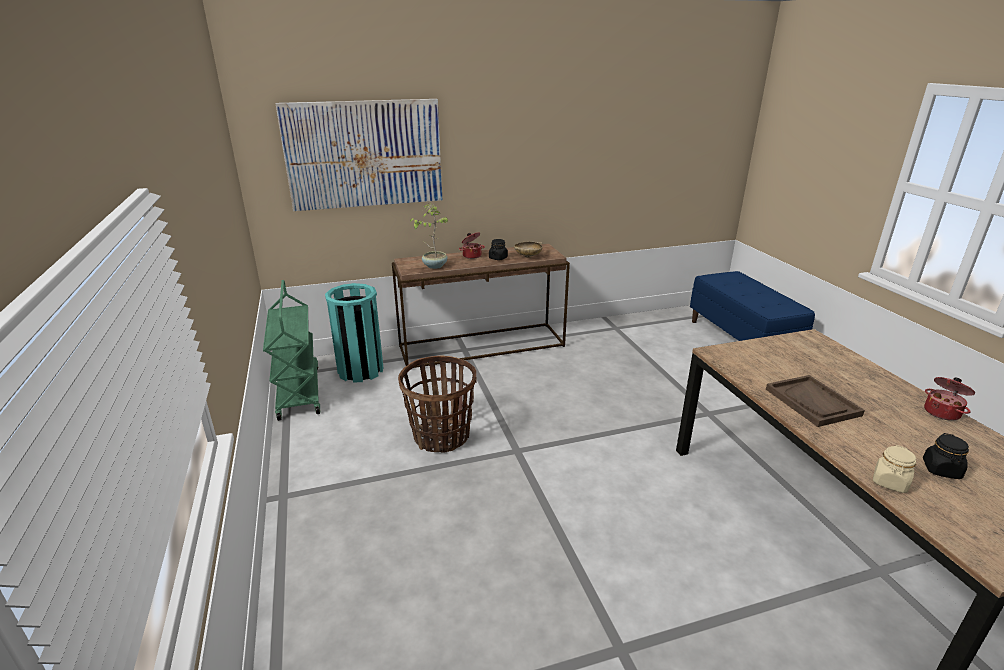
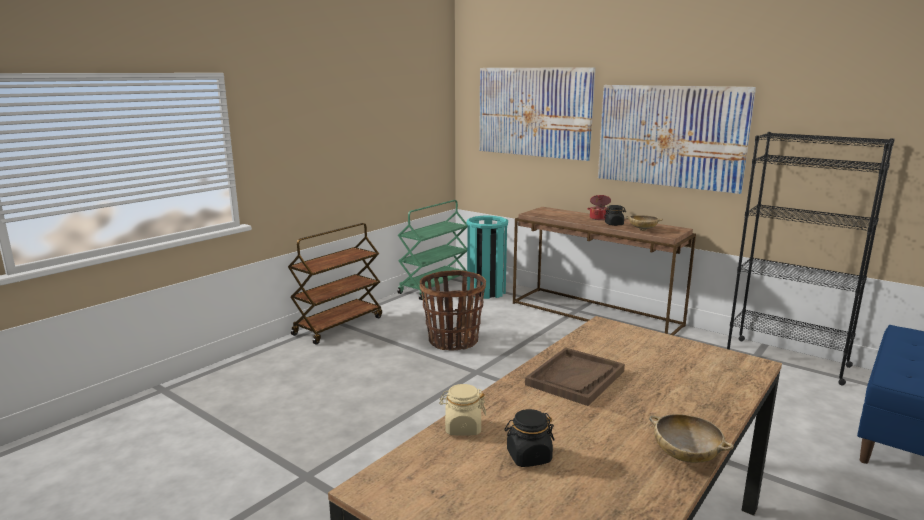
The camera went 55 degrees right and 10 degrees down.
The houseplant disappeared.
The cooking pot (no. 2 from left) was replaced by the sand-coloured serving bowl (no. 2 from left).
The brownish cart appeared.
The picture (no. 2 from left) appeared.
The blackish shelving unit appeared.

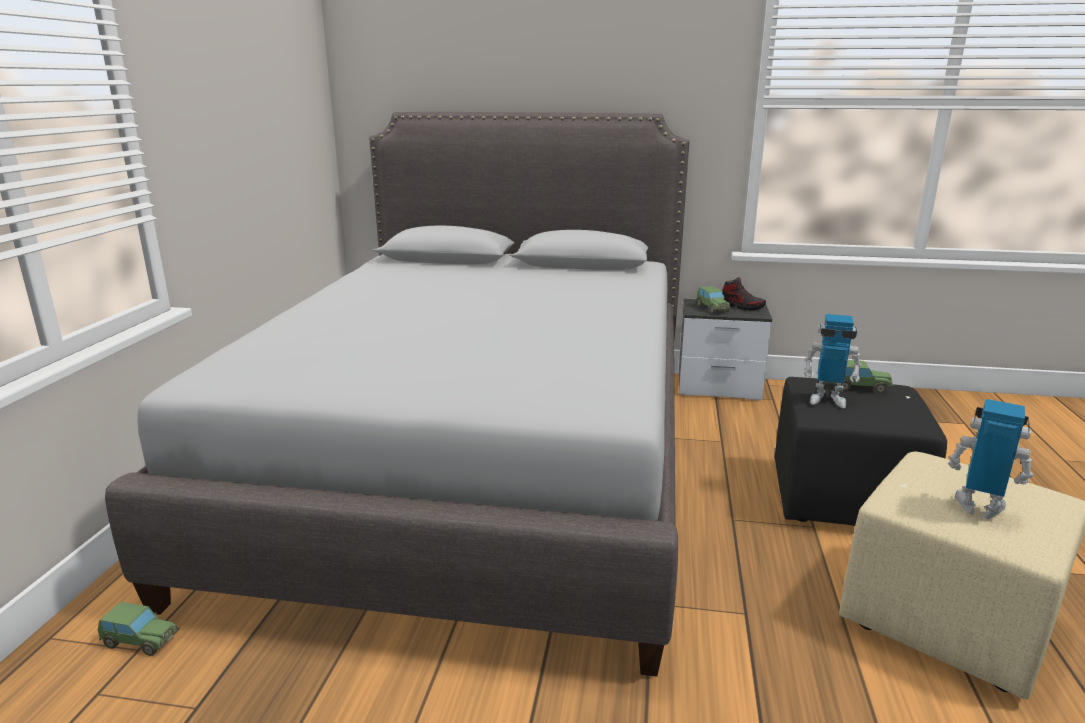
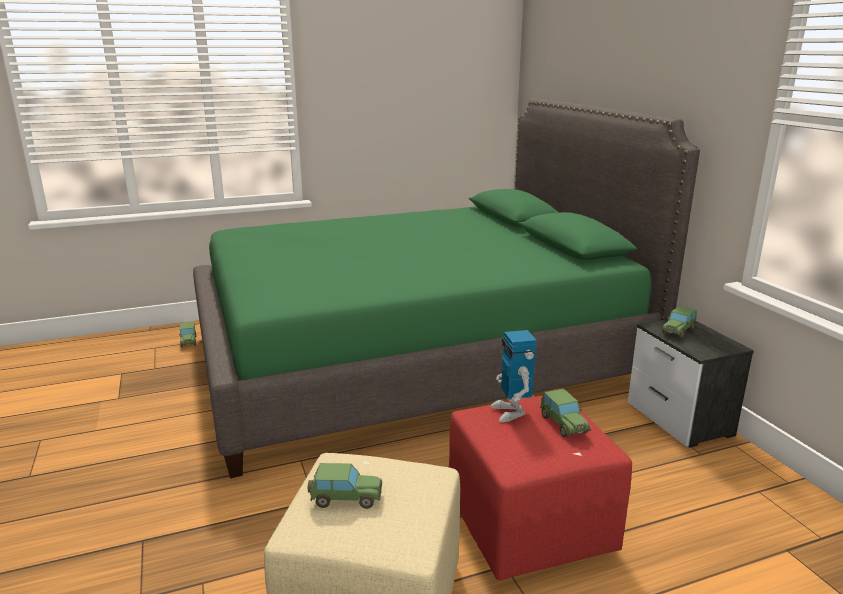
The camera went 60 degrees right and 0 degrees up.
The greyish bed became the greenish bed.
The item of footwear disappeared.
The blackish ottoman became the red ottoman.
The toy robot (no. 2 from left) was replaced by the toy car (no. 2 from left).

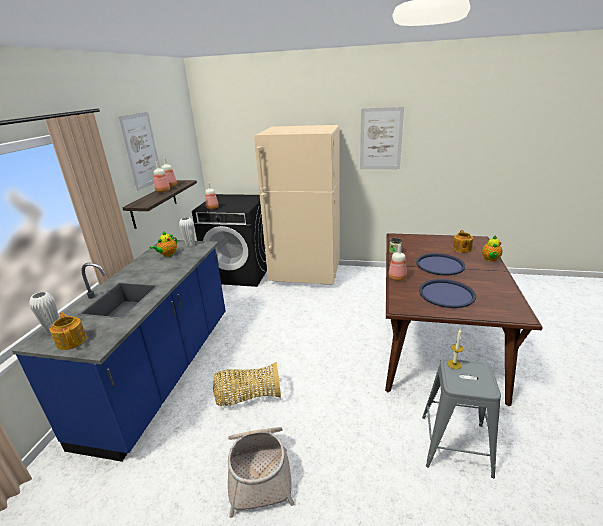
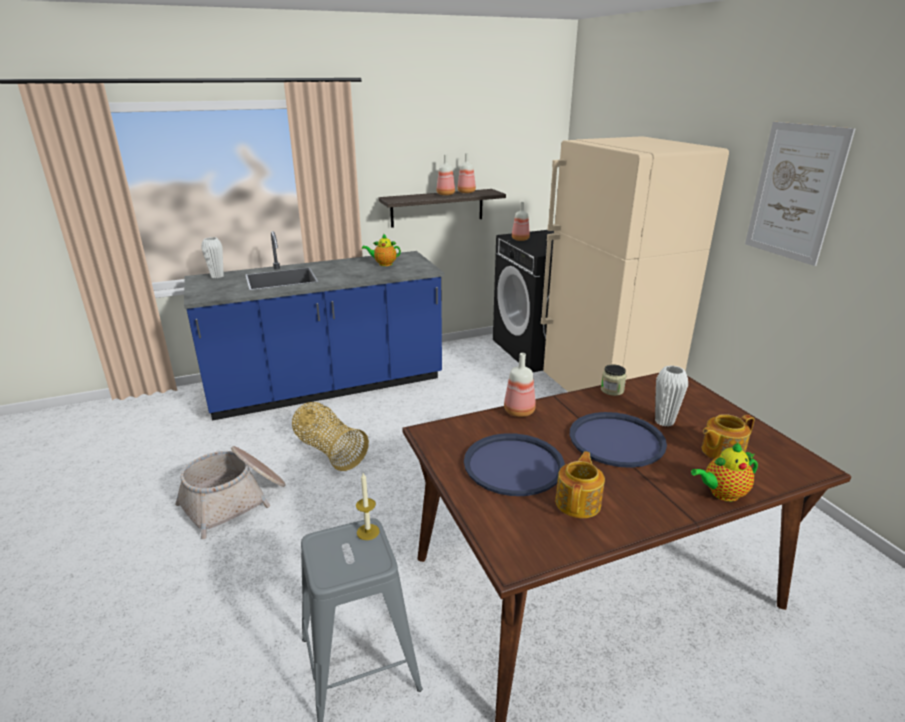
The camera went 55 degrees right and 0 degrees up.
The tea pot (no. 1 from left in the first image) moved.
The picture (no. 1 from left) disappeared.
The whitish vase (no. 2 from left) moved.

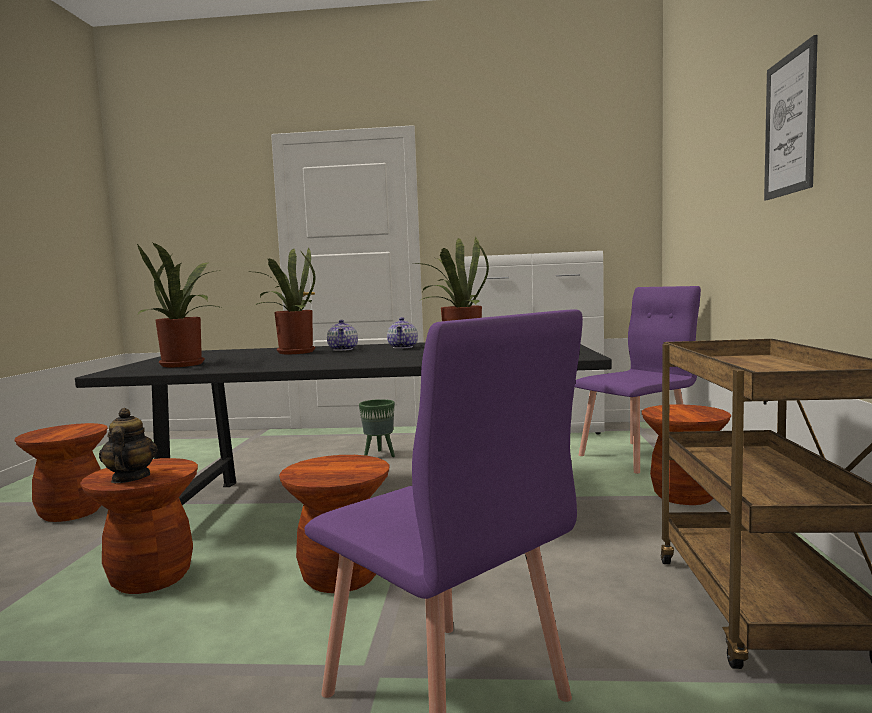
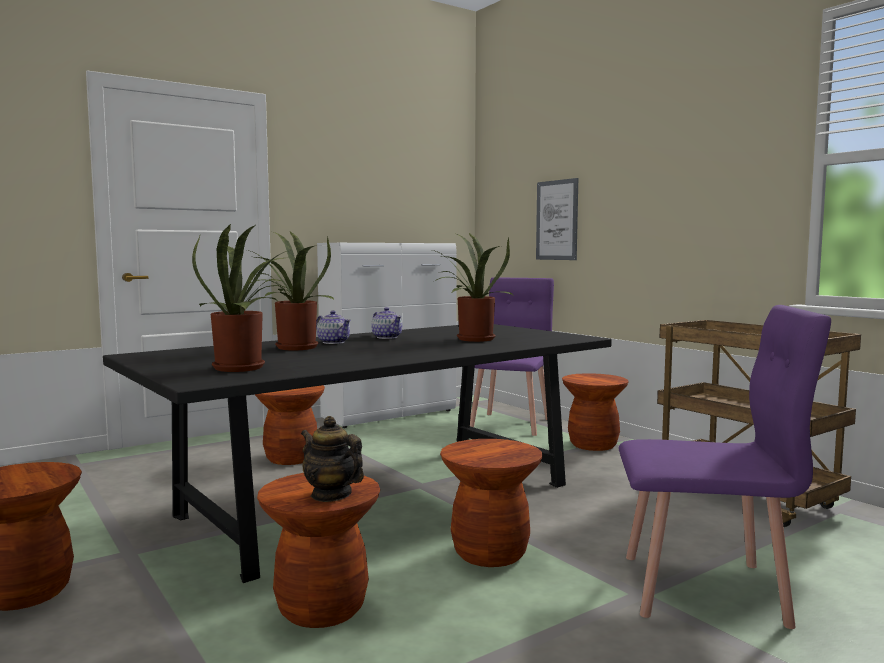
The camera went 40 degrees left and 0 degrees up.
The greenish planter was replaced by the brownish stool (no. 2 from left).
The picture moved.

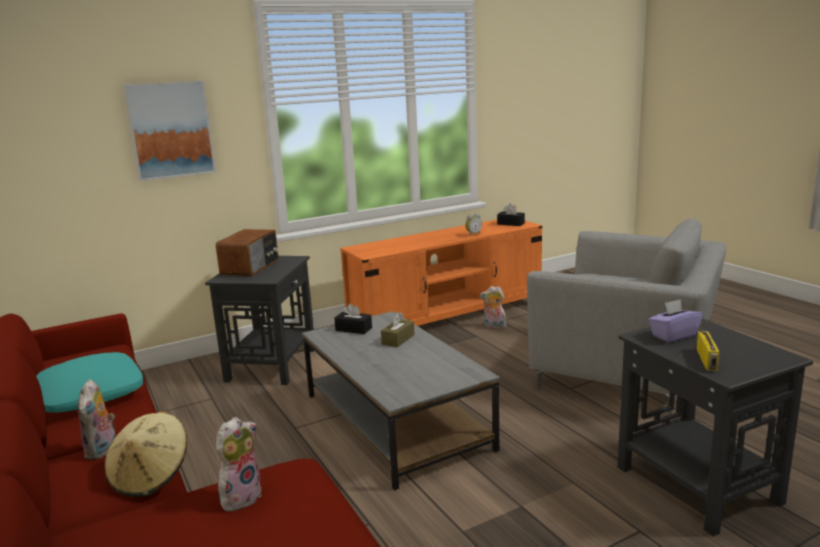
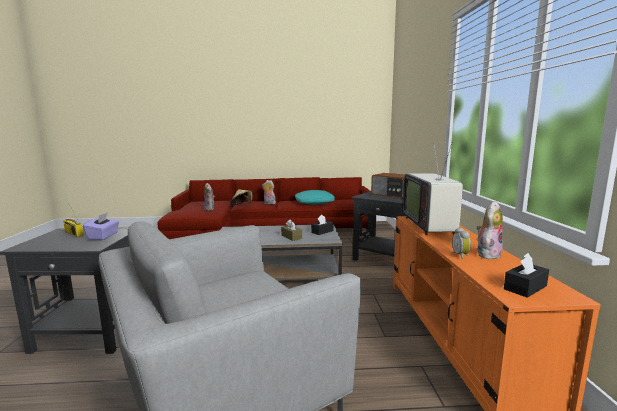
The camera went 115 degrees right and 5 degrees down.
The picture disappeared.
The soft toy (no. 3 from left) moved.
The television appeared.

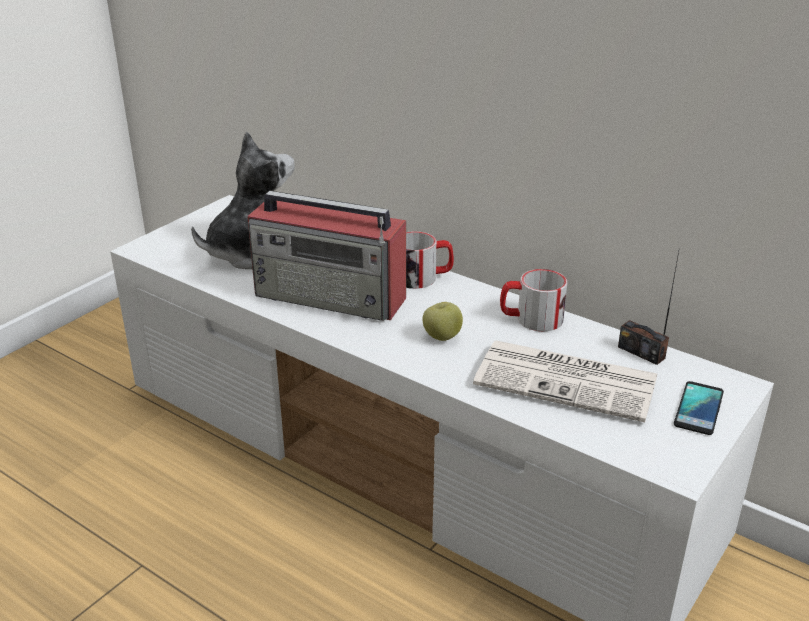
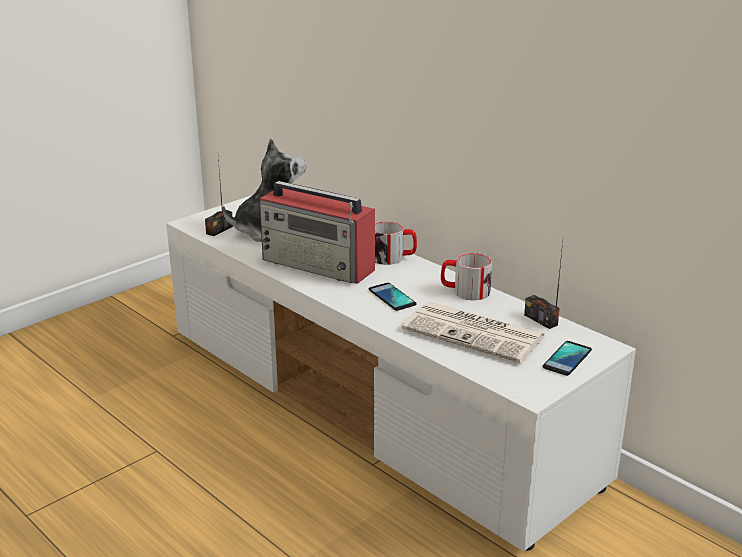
The camera went 10 degrees right and 5 degrees down.
The apple was replaced by the handset (no. 1 from left).
The radio set (no. 1 from left) appeared.

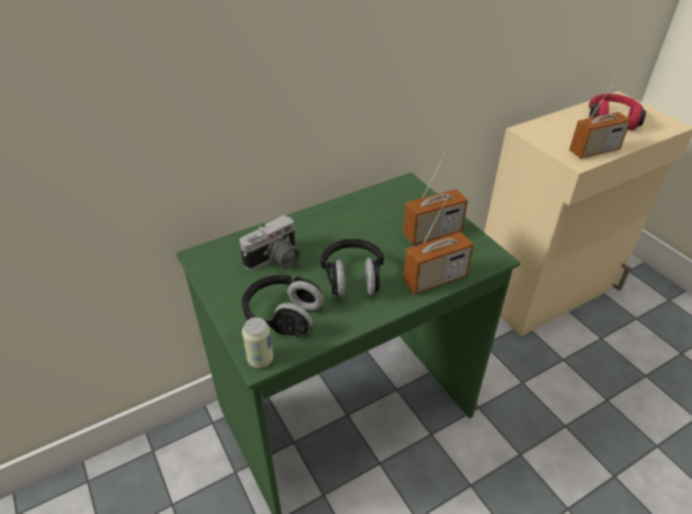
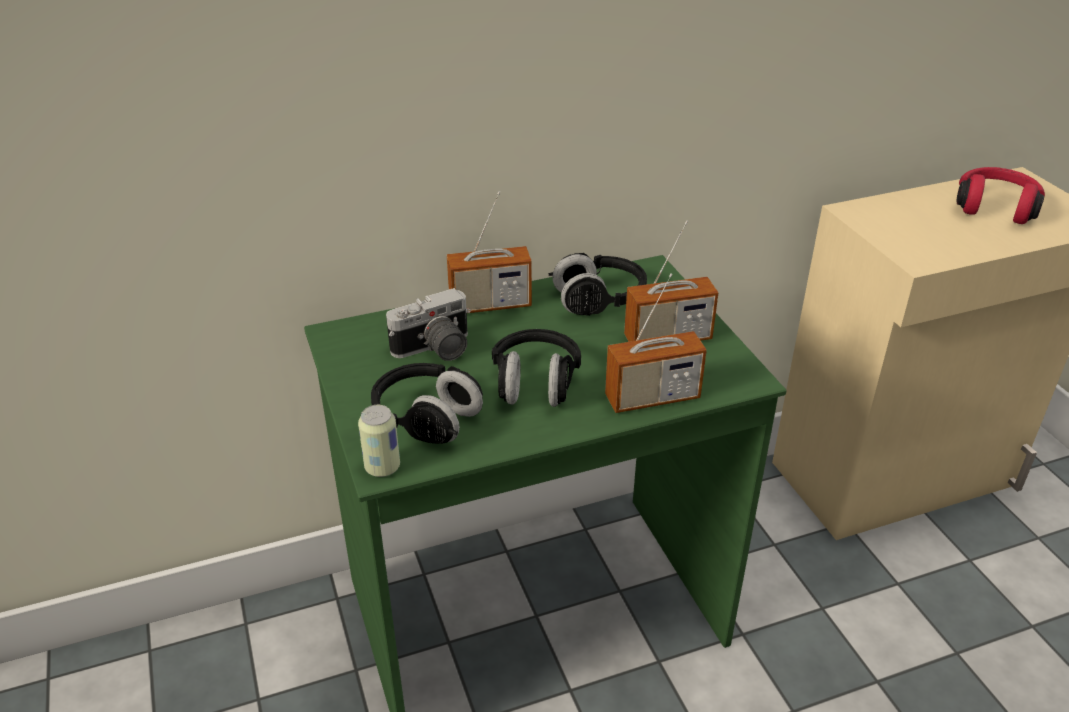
The camera went 10 degrees right and 5 degrees down.
The radio set (no. 3 from left in the first image) moved.
The blackish pair of headphones (no. 3 from left) appeared.

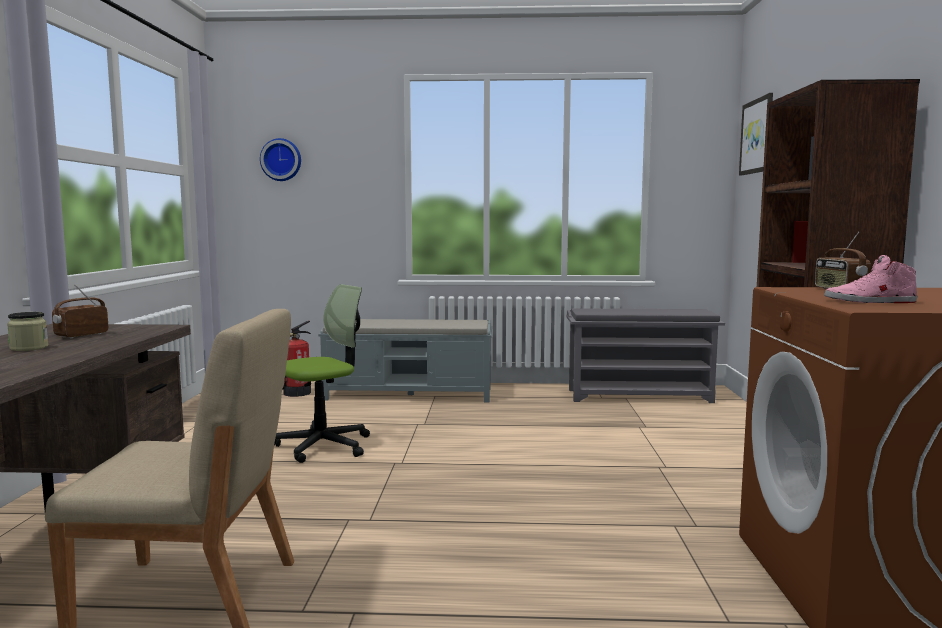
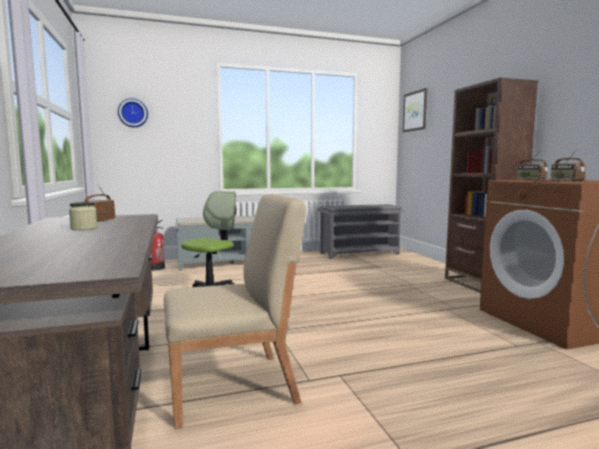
The camera went 20 degrees left and 0 degrees up.
The pink item of footwear was replaced by the radio set (no. 3 from left).

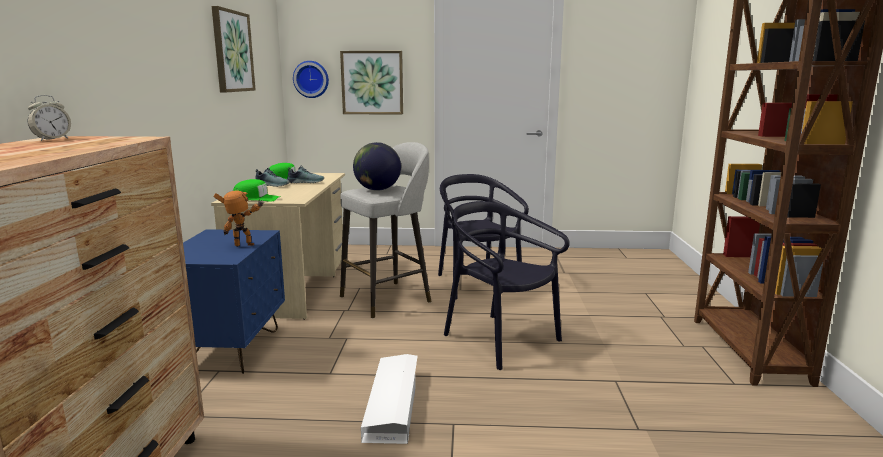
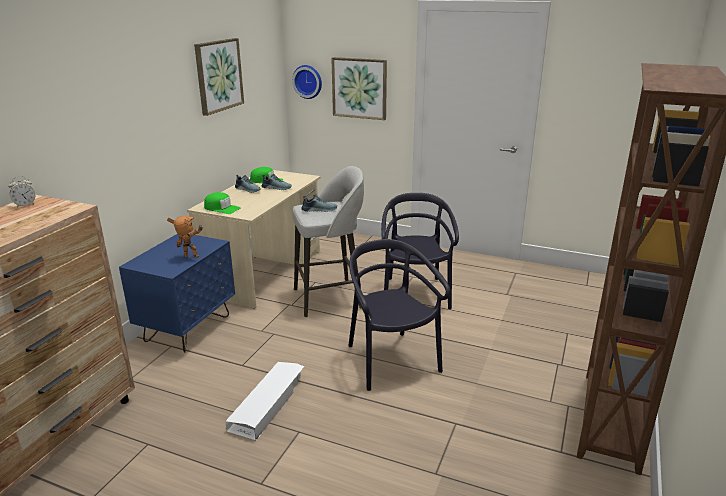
The camera went 20 degrees right and 10 degrees up.
The globe was replaced by the item of footwear (no. 3 from left).

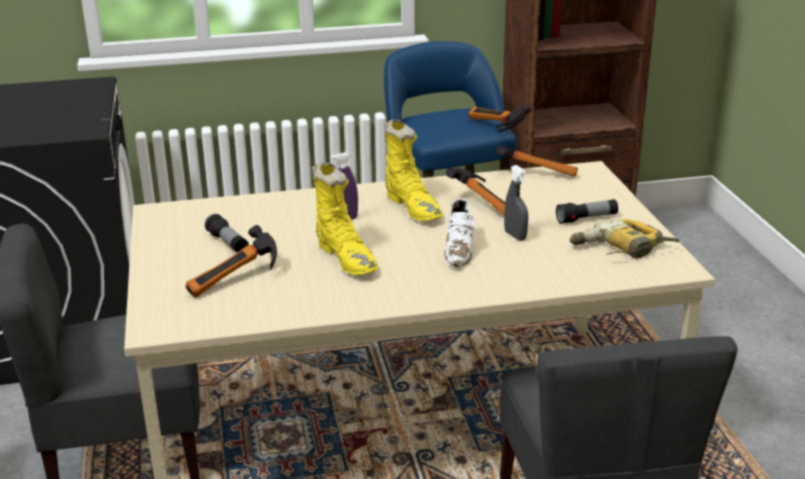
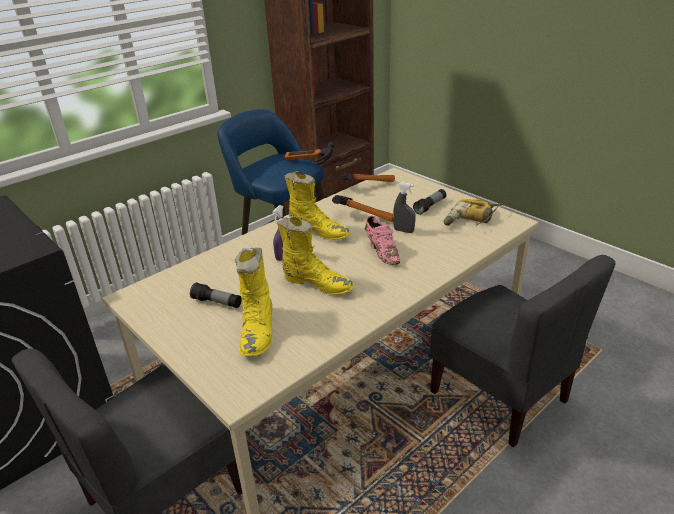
The camera went 30 degrees left and 5 degrees up.
The hand hammer (no. 1 from left) was replaced by the yellow-coloured high-top boot (no. 1 from left).
The whitish item of footwear became the pink item of footwear.

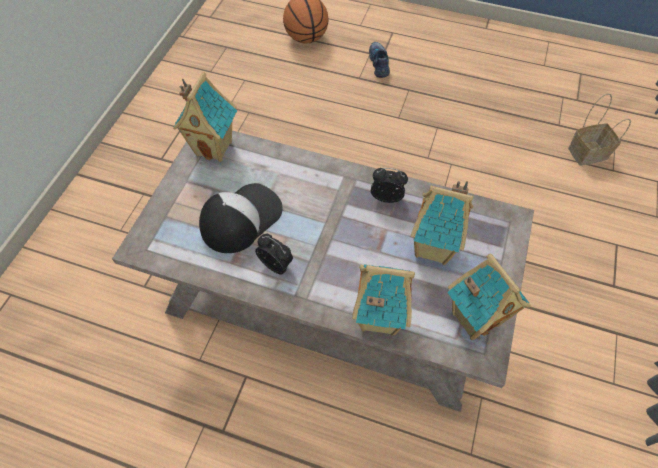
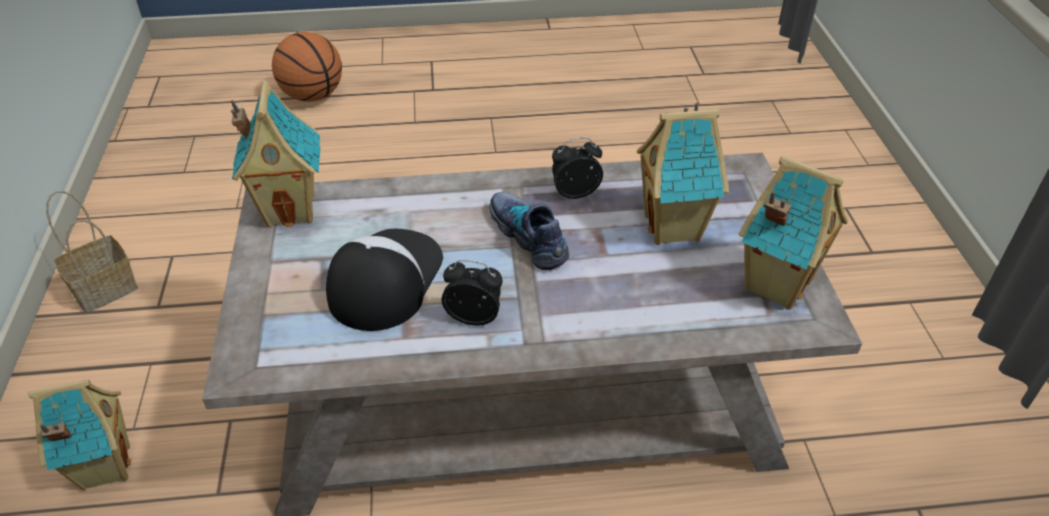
The camera went 25 degrees left and 15 degrees down.
The miniature house (no. 2 from left in the first image) moved.
The item of footwear moved.
The storage basket moved.

